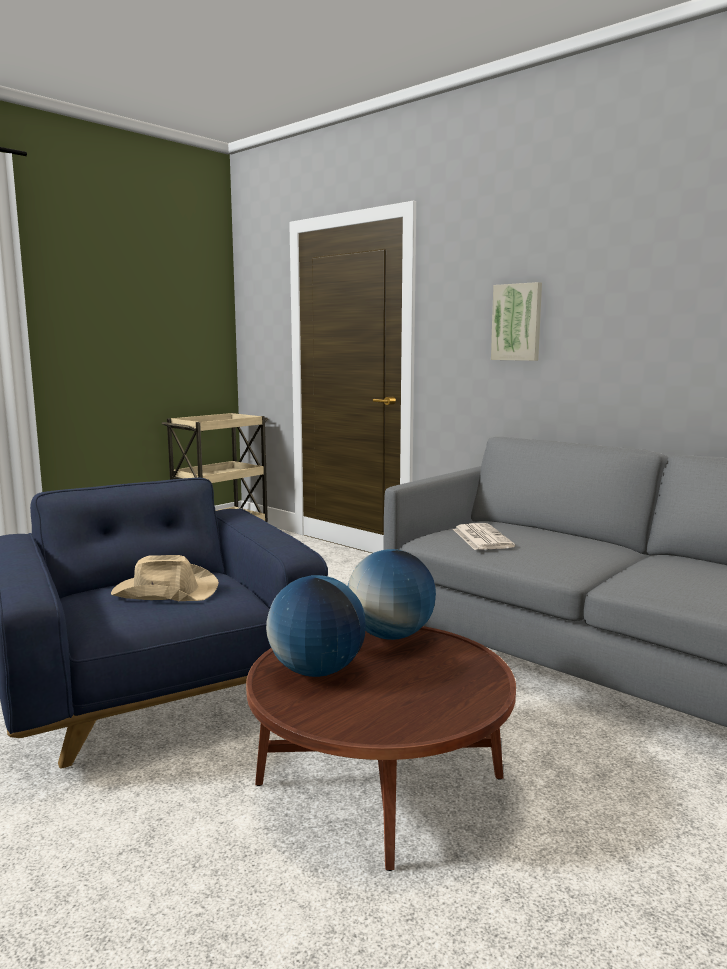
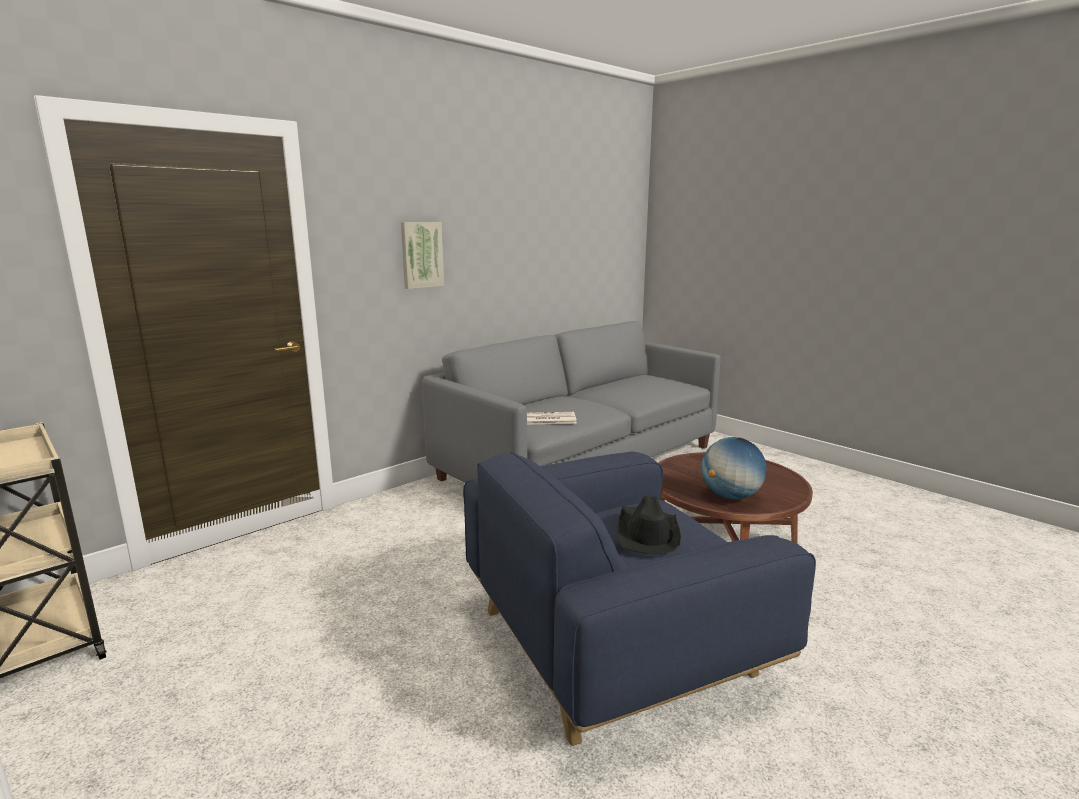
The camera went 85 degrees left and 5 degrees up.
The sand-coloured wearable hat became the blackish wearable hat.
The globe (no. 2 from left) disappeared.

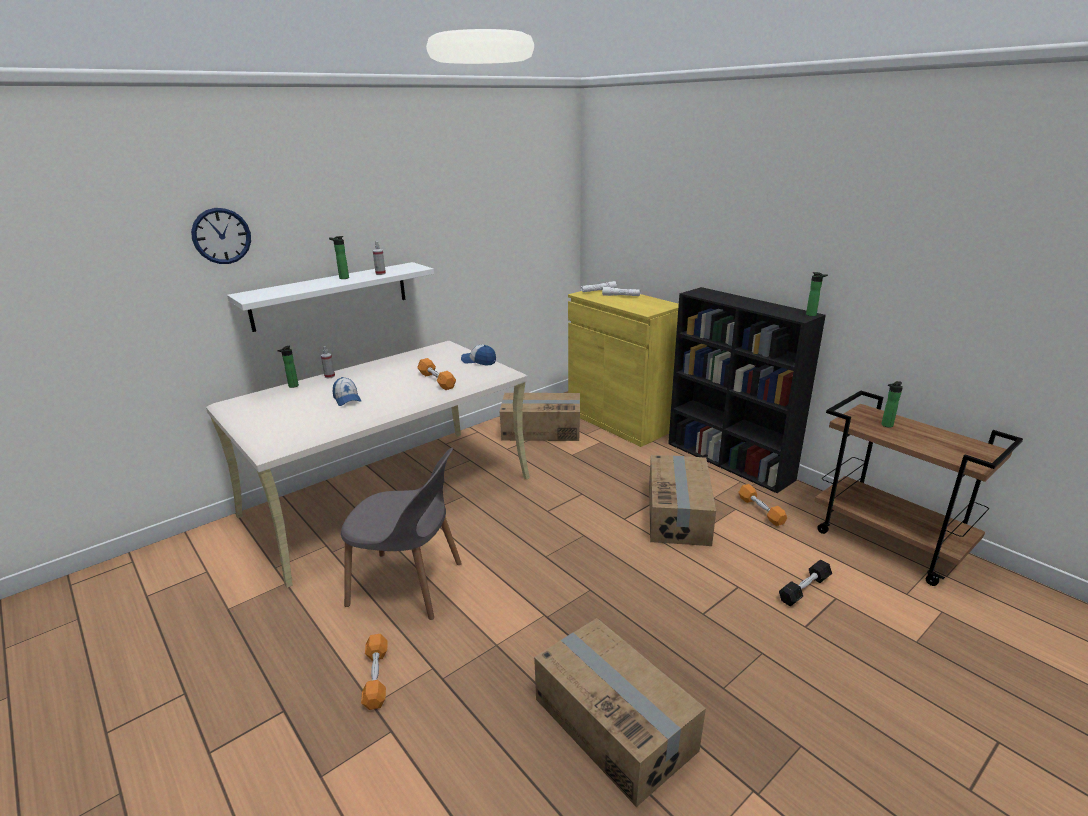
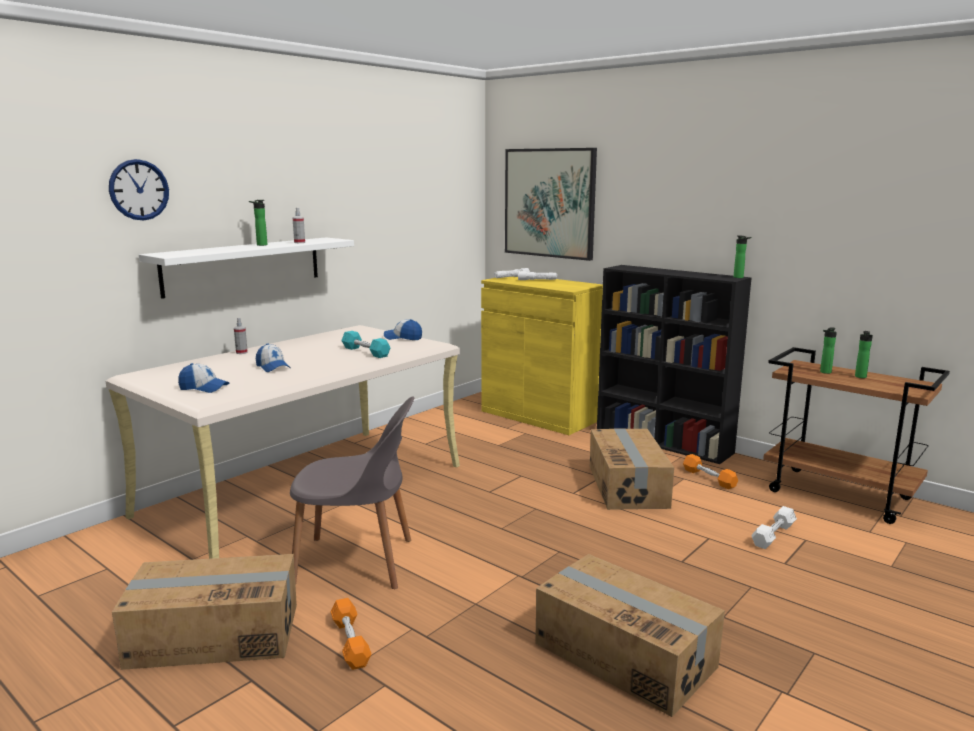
The camera went 10 degrees left and 10 degrees down.
The drink bottle (no. 1 from left in the first image) moved.
The orange hand weight (no. 2 from left) became the blue-green hand weight.
The packing box (no. 1 from left) moved.
The blackish hand weight became the whitish hand weight.
The baseball cap (no. 1 from left) appeared.
The picture appeared.

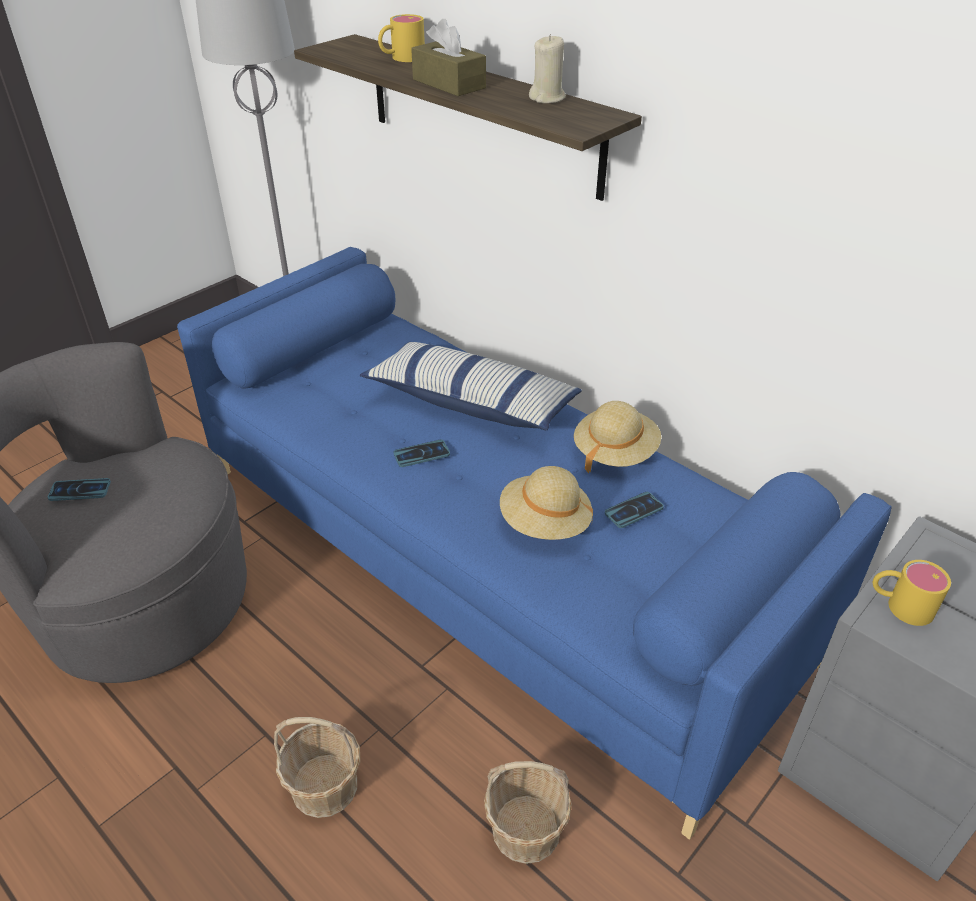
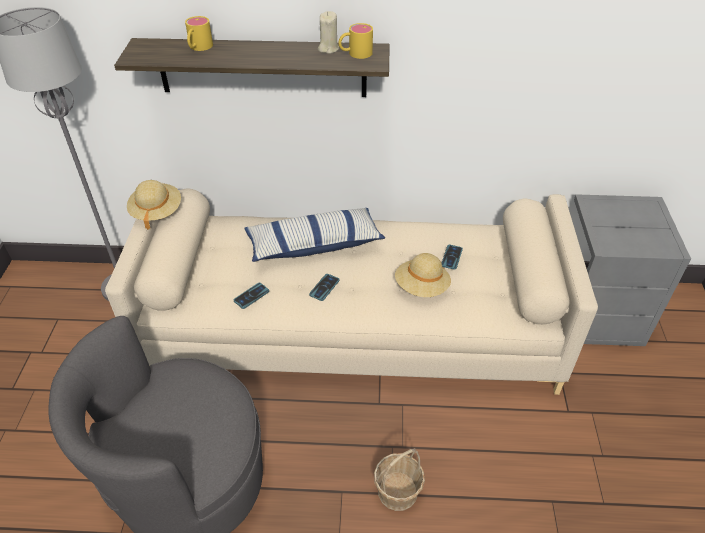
The camera went 40 degrees left and 5 degrees up.
The handset (no. 1 from left) moved.
The bluish couch became the sand-coloured couch.
The brownish box of tissues disappeared.
The storage basket (no. 2 from left) disappeared.
The sand-coloured wearable hat (no. 2 from left in the first image) moved.
The yellow-coloured tea mug (no. 2 from left) moved.

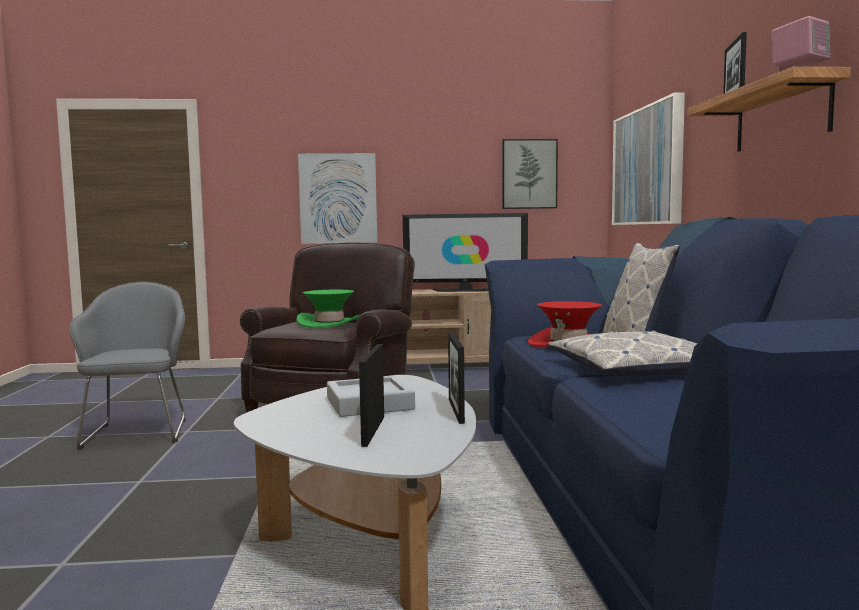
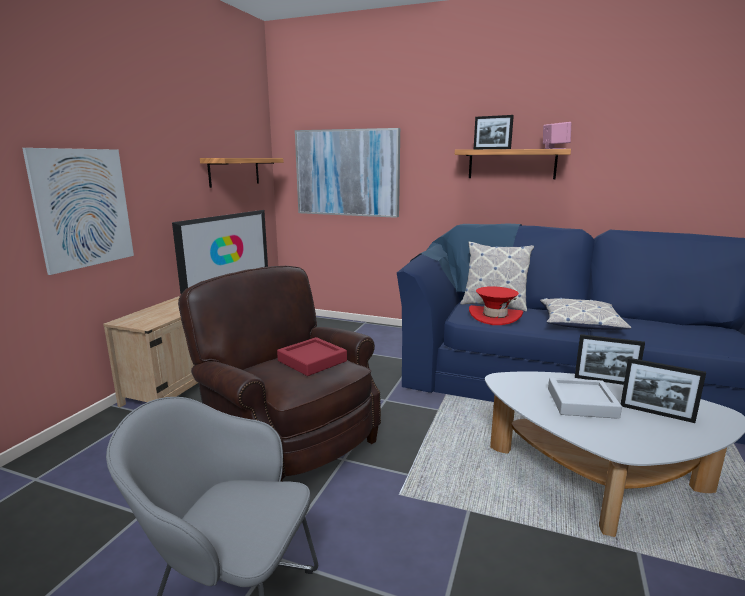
The camera went 65 degrees left and 10 degrees up.
The greenish wearable hat was replaced by the red carrying tray.
The picture (no. 2 from left) was replaced by the bracket shelf (no. 1 from left).

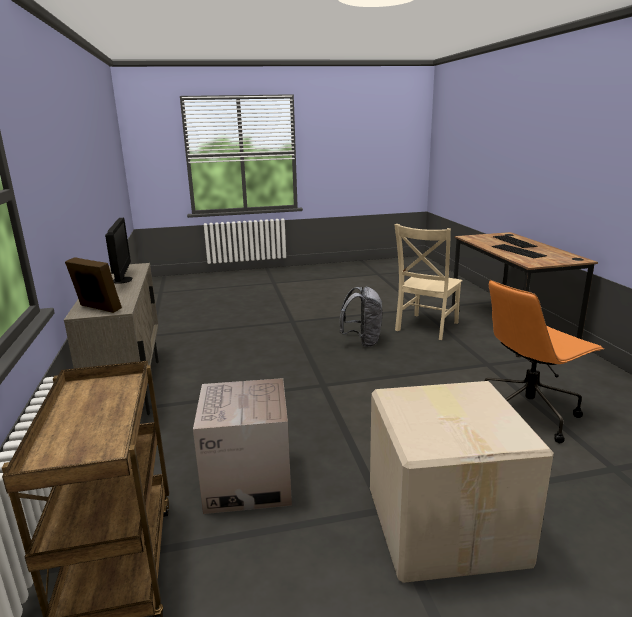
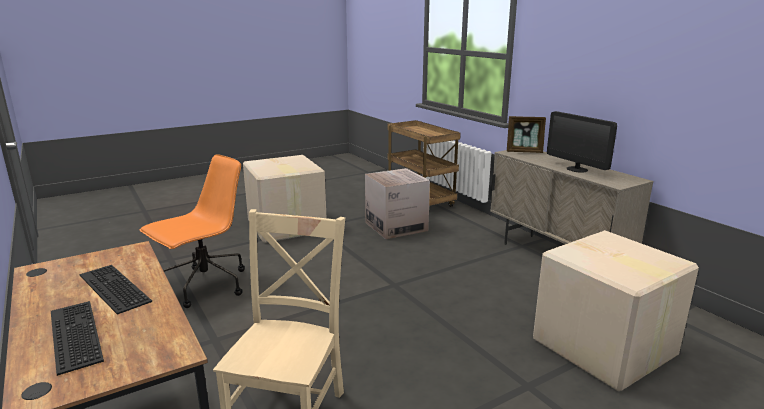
The camera went 160 degrees right and 0 degrees up.
The greyish backpack disappeared.
The packing box (no. 3 from left) appeared.

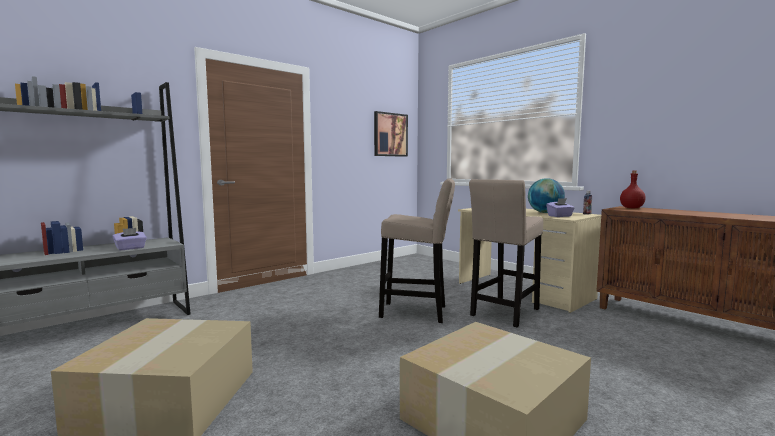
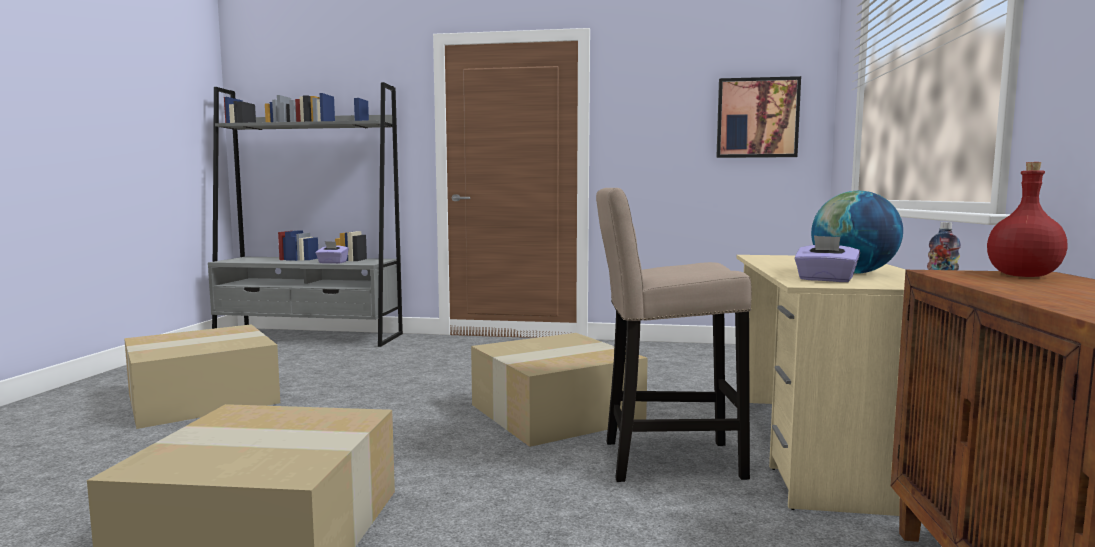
The camera went 50 degrees right and 0 degrees up.
The sand-coloured stool (no. 1 from left) was replaced by the packing box (no. 3 from left).

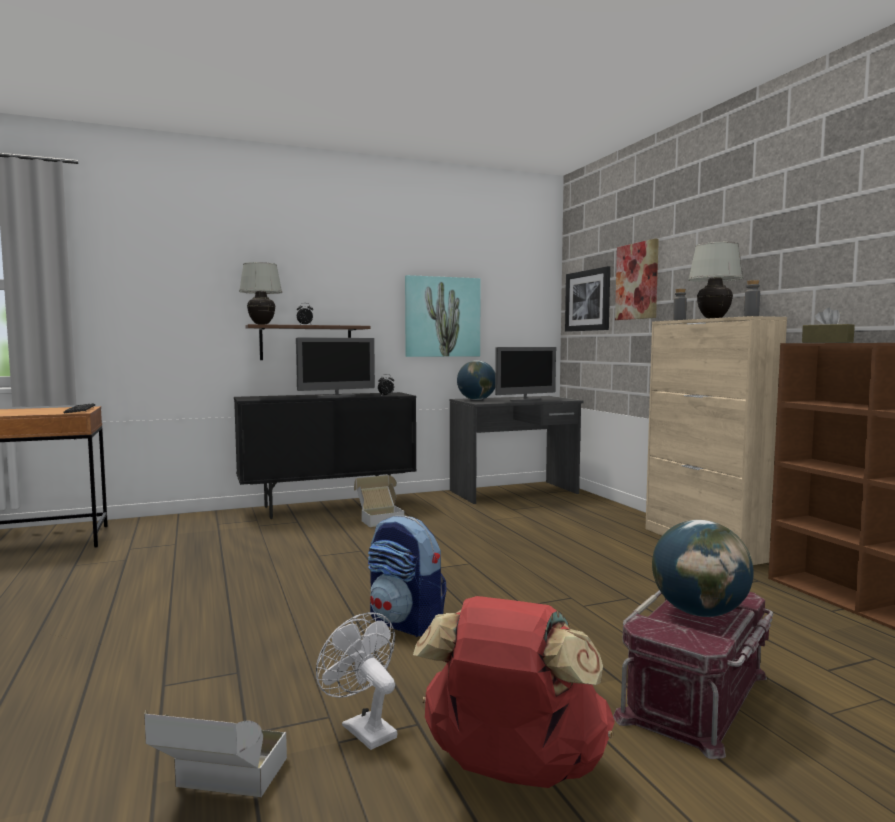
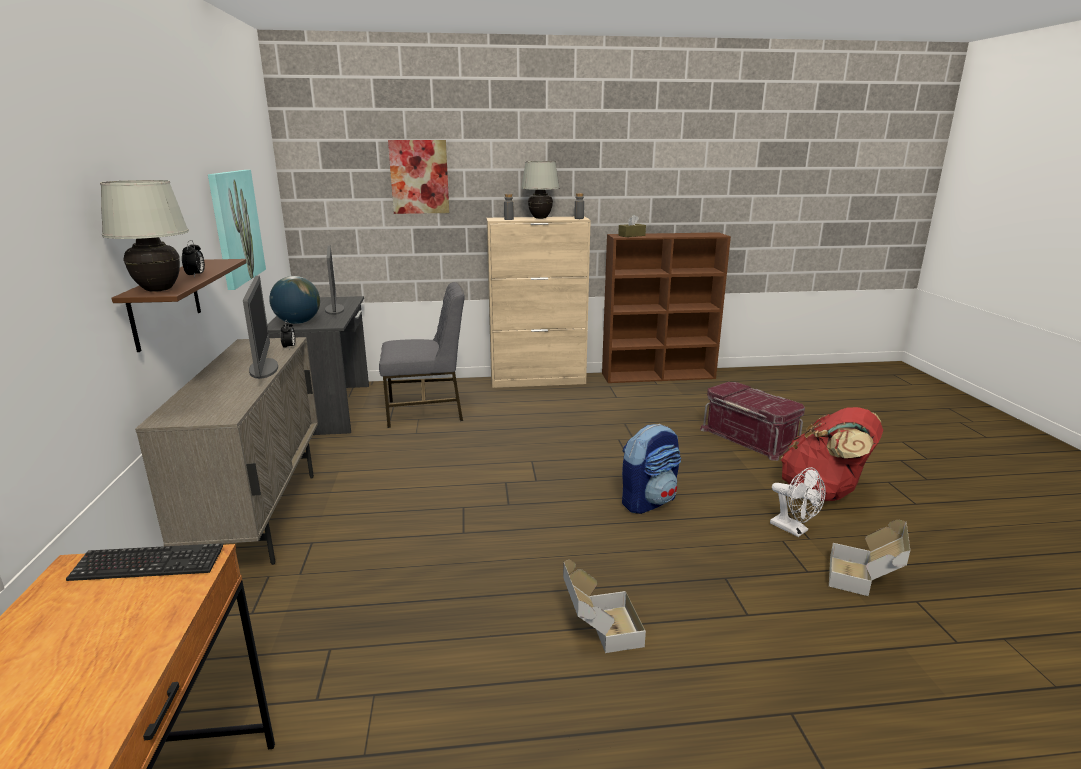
The camera went 75 degrees left and 15 degrees up.
The blackish storage cabinet became the sand-coloured storage cabinet (no. 1 from left).
The whitish cooling fan turned 105 degrees counterclockwise.
The packing box (no. 2 from left in the first image) moved.
The picture (no. 2 from left) disappeared.
The globe (no. 2 from left) disappeared.
The greyish plain chair appeared.

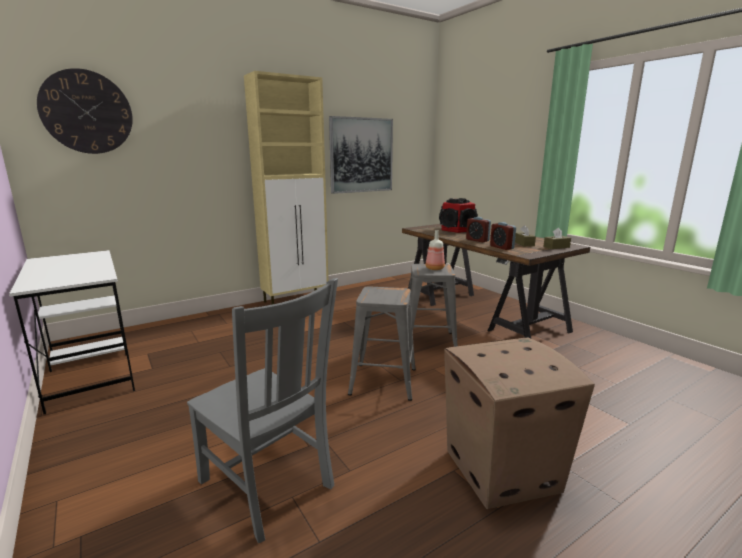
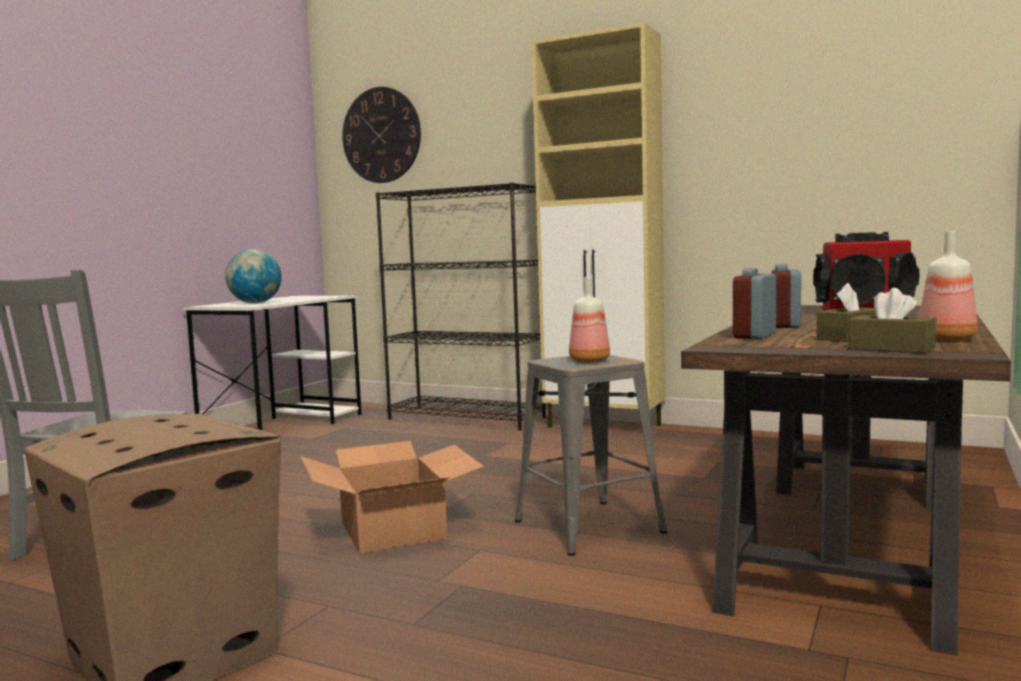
The camera went 60 degrees right and 10 degrees down.
The picture disappeared.
The greyish stool (no. 1 from left) was replaced by the packing box (no. 2 from left).
The globe appeared.
The blackish shelving unit appeared.
The drink bottle (no. 2 from left) appeared.

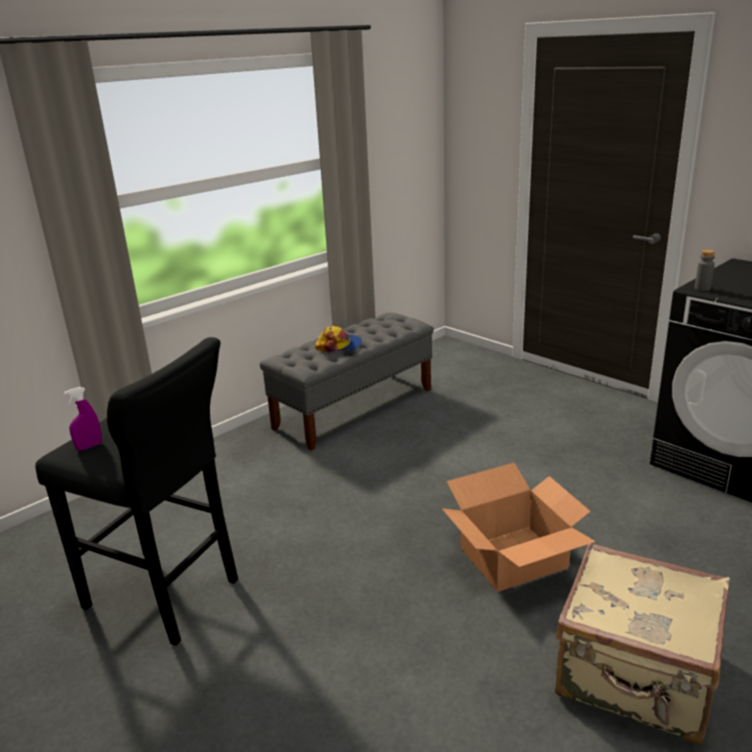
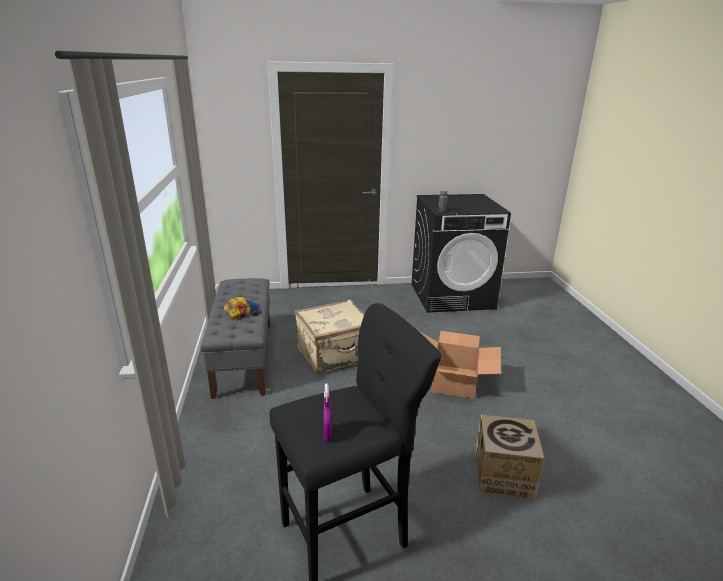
The camera went 55 degrees left and 0 degrees up.
The sand-coloured piece of luggage moved.
The packing box (no. 2 from left) appeared.

